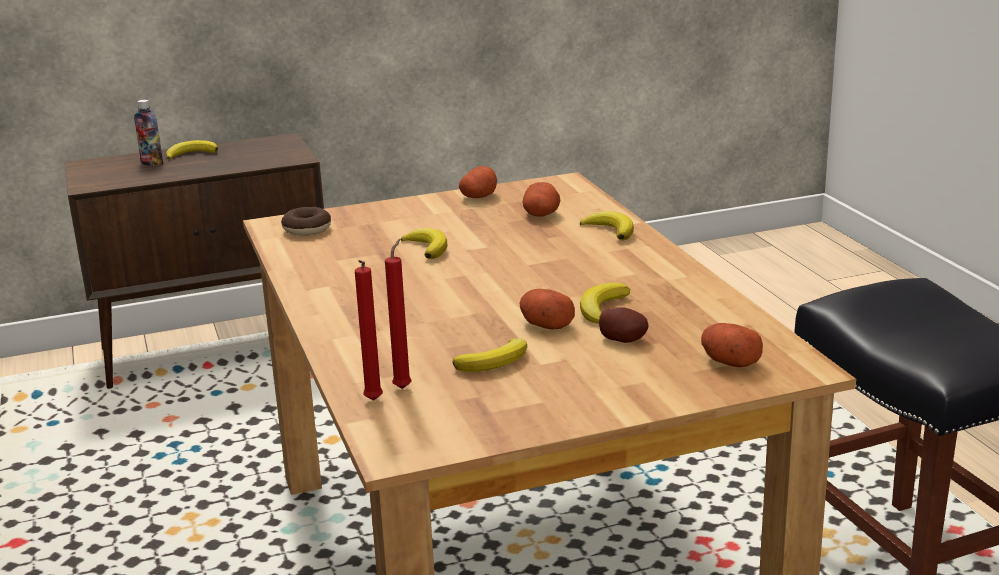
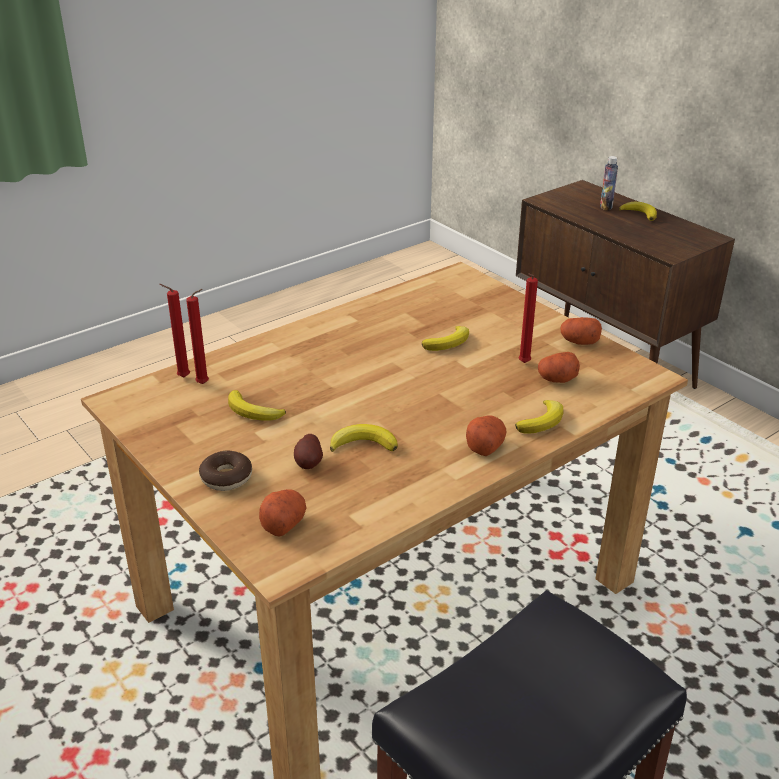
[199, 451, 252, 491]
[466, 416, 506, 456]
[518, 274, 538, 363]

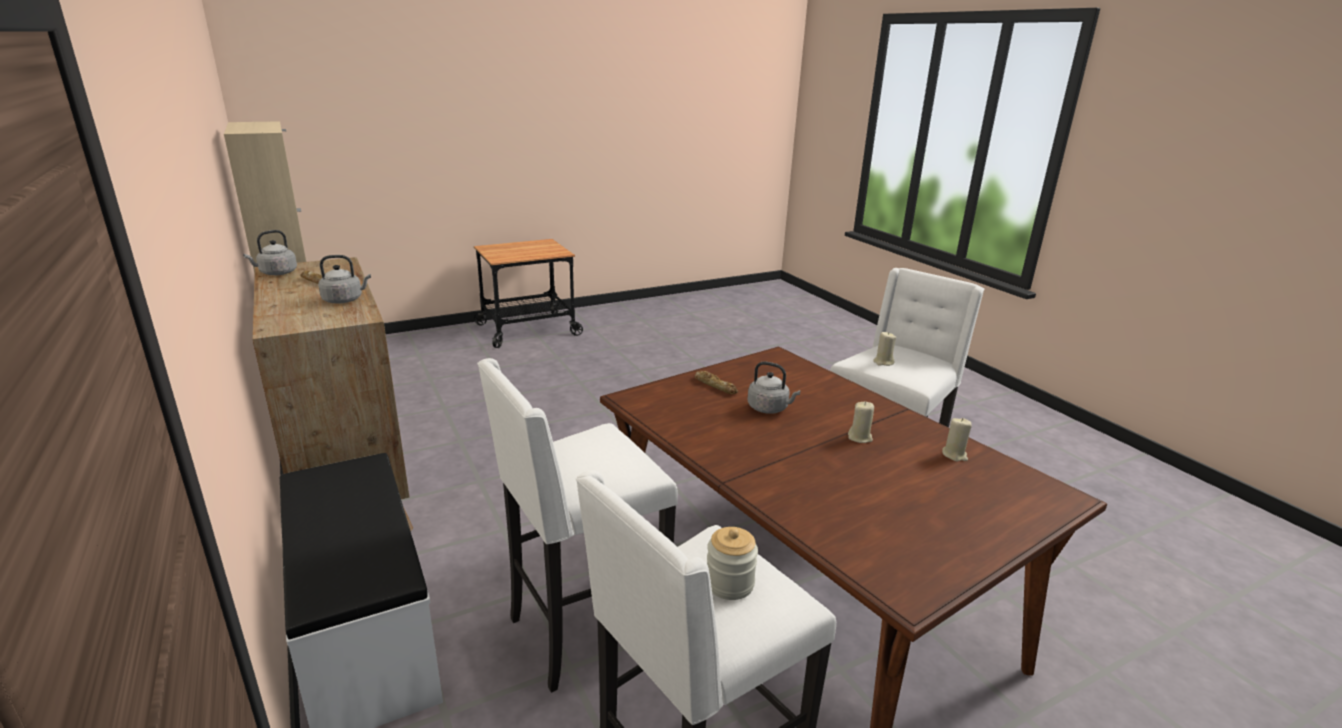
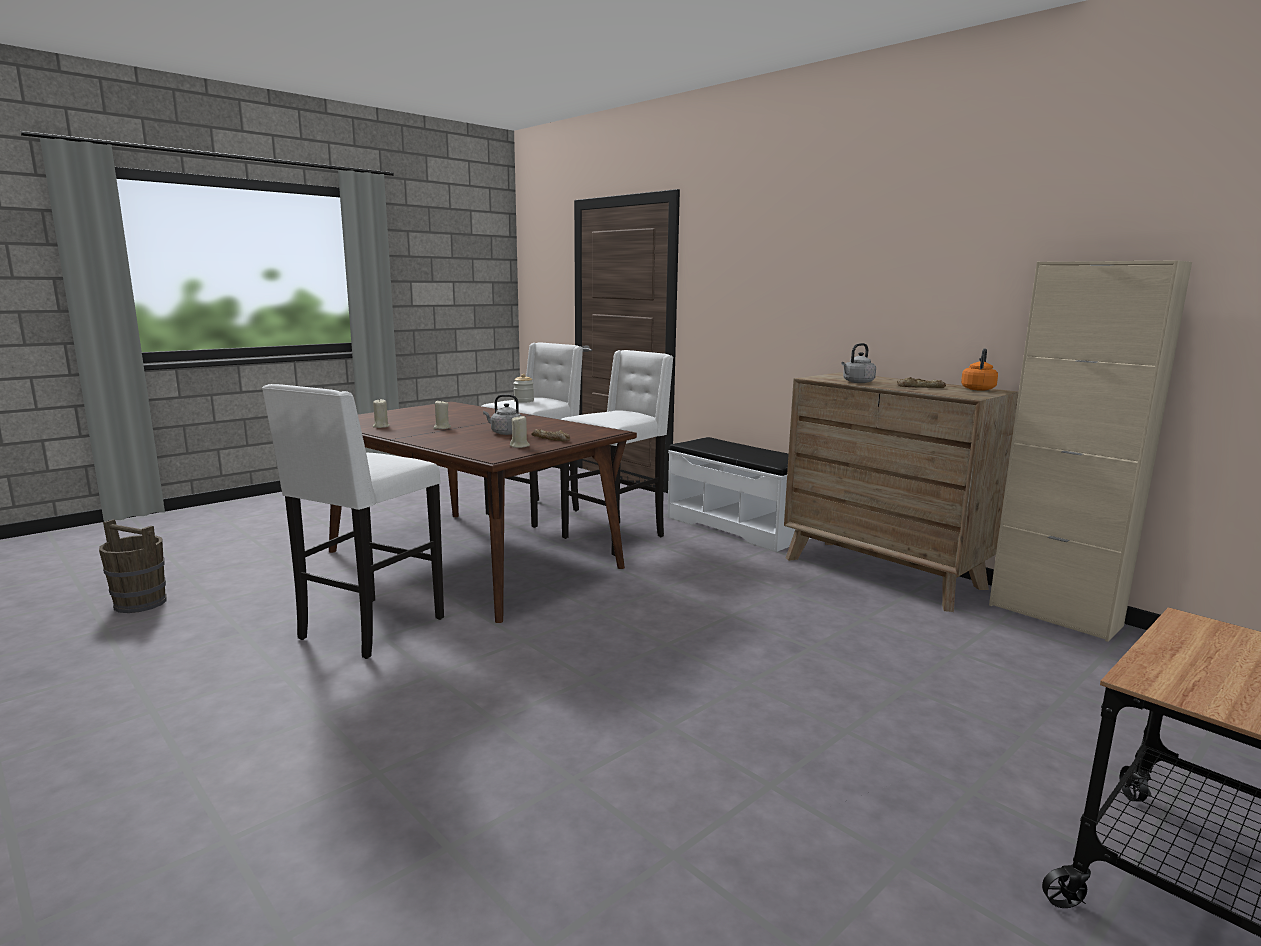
[99, 519, 167, 613]
[510, 416, 530, 448]
[961, 348, 998, 391]

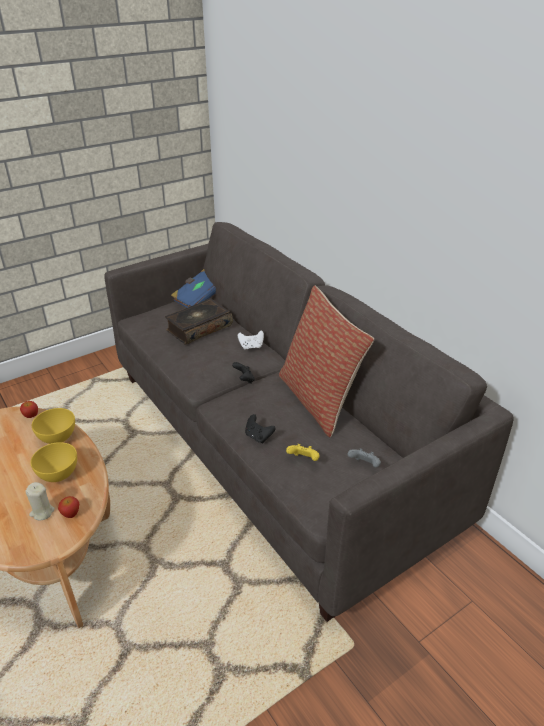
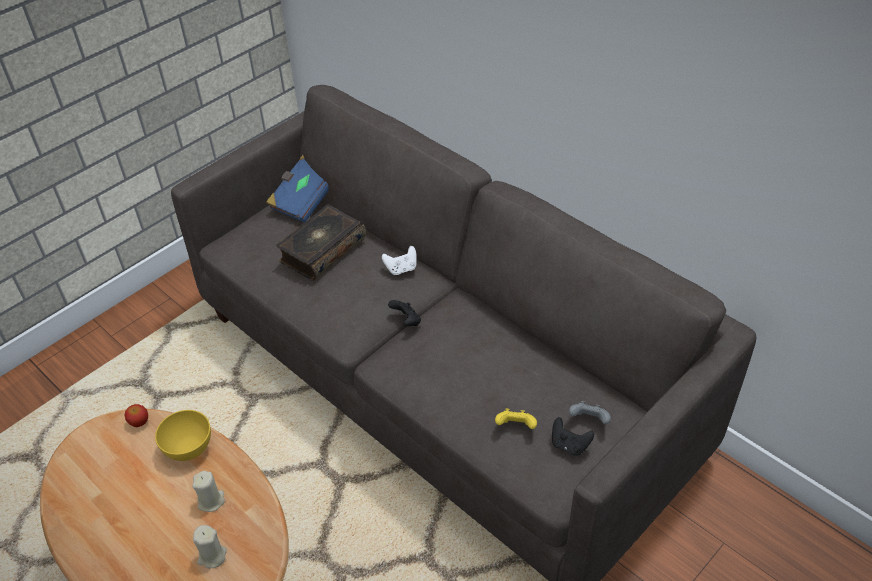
[192, 471, 225, 512]
[552, 417, 594, 456]
[58, 496, 79, 518] (first image)
[279, 285, 374, 437] (first image)

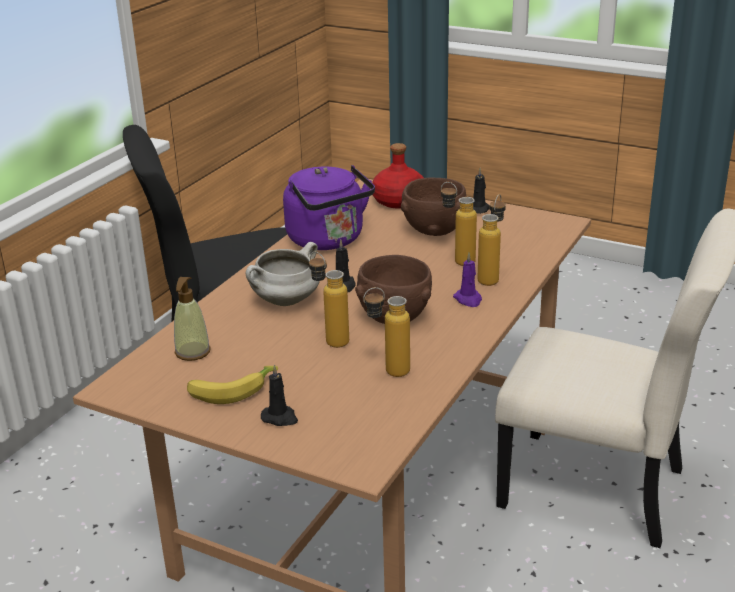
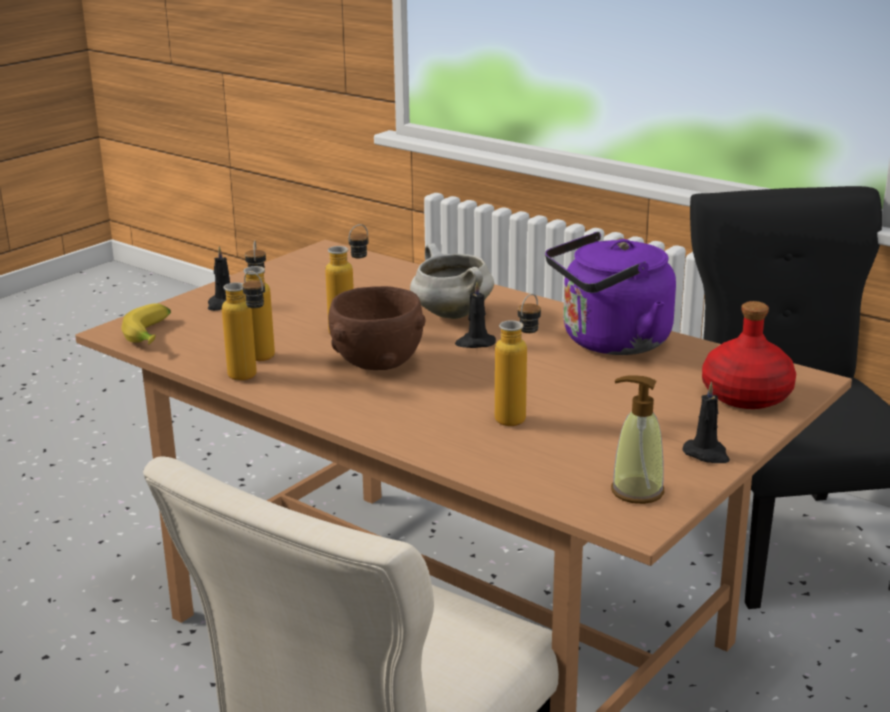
[121, 303, 171, 344]
[222, 271, 265, 381]
[611, 375, 665, 504]
[401, 177, 467, 236] (first image)
[453, 253, 482, 307] (first image)

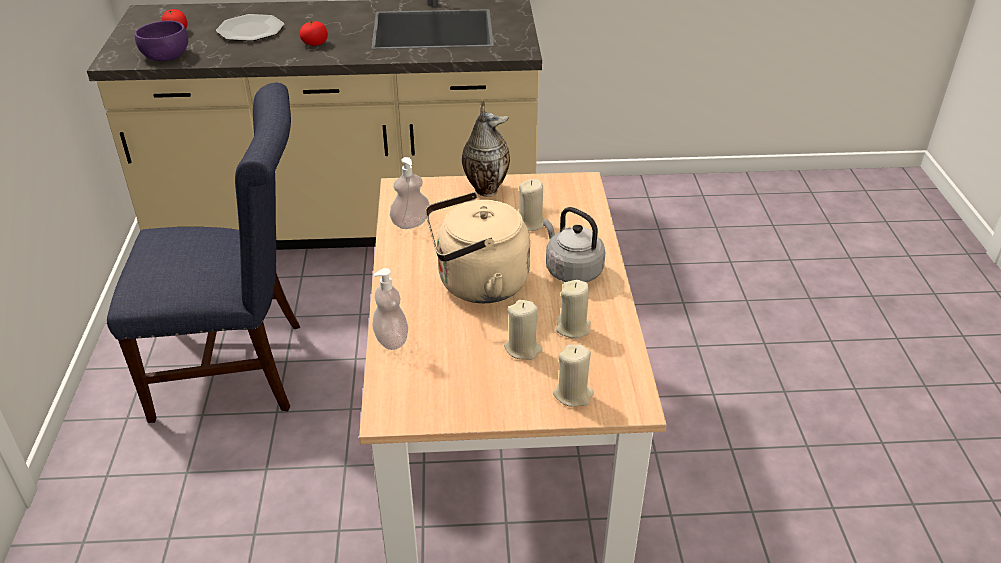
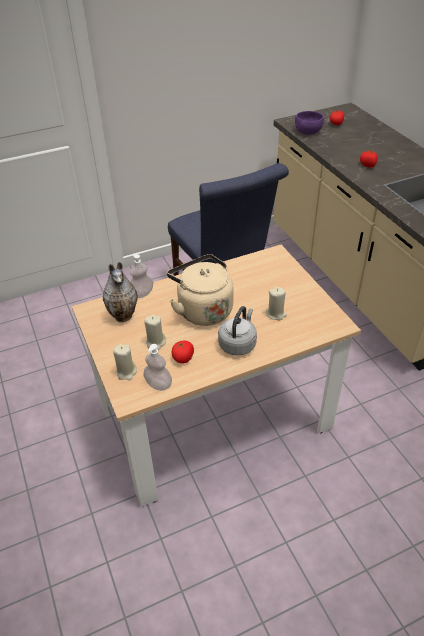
[103, 262, 138, 322]
[143, 344, 172, 391]
[172, 340, 194, 363]
[216, 14, 284, 41] (first image)

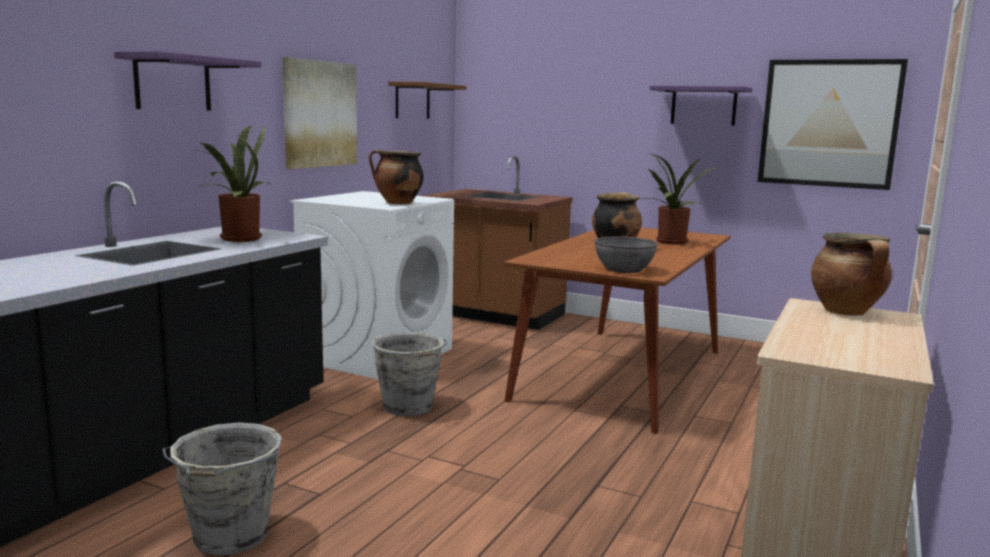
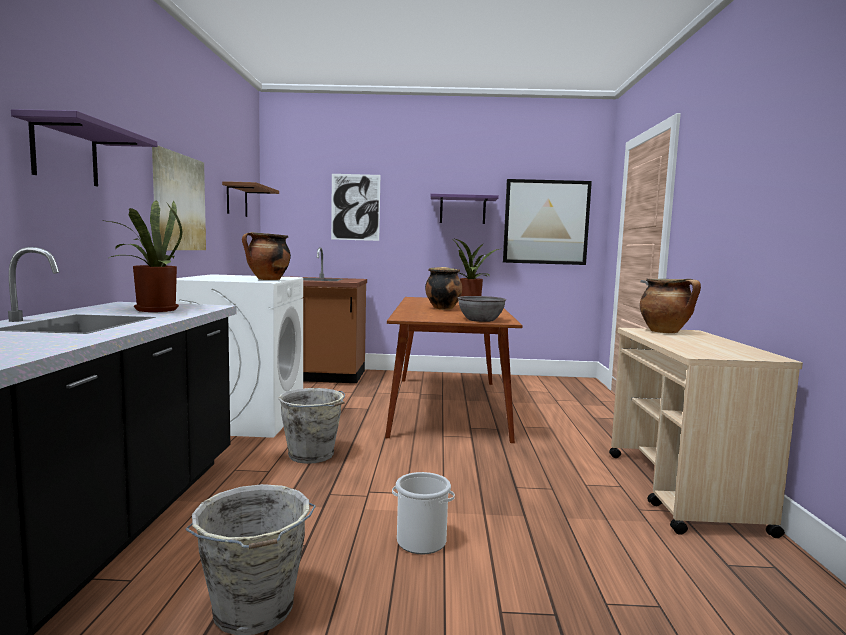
[331, 174, 380, 241]
[392, 472, 455, 554]

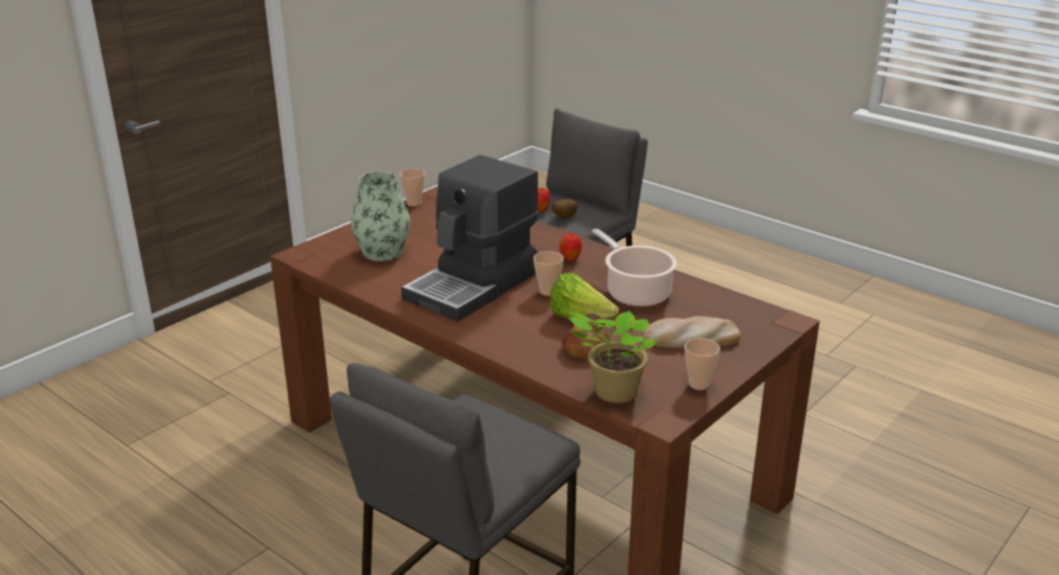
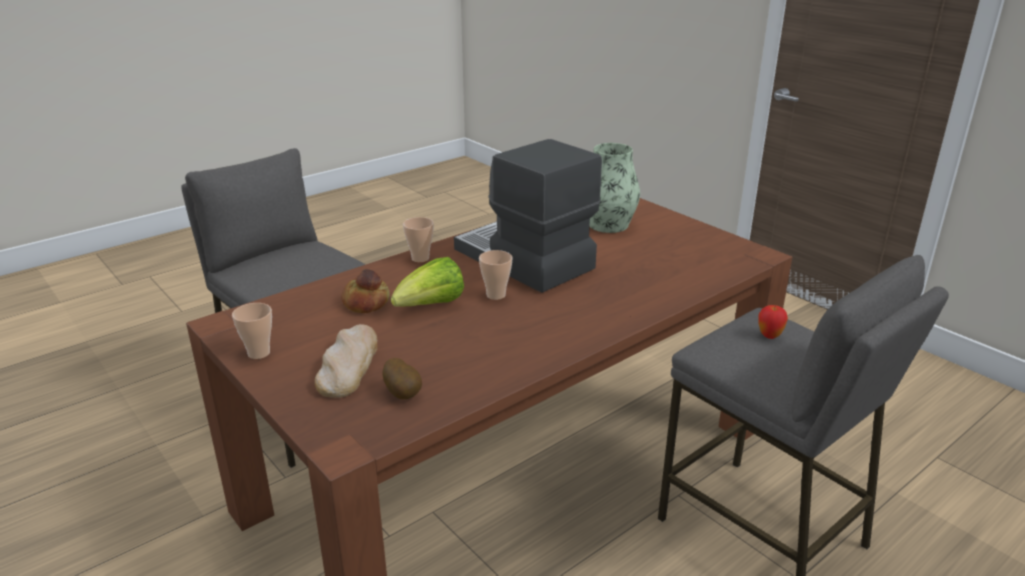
[383, 358, 422, 400]
[403, 217, 434, 263]
[559, 233, 582, 262] (first image)
[569, 311, 656, 403] (first image)
[592, 229, 677, 306] (first image)

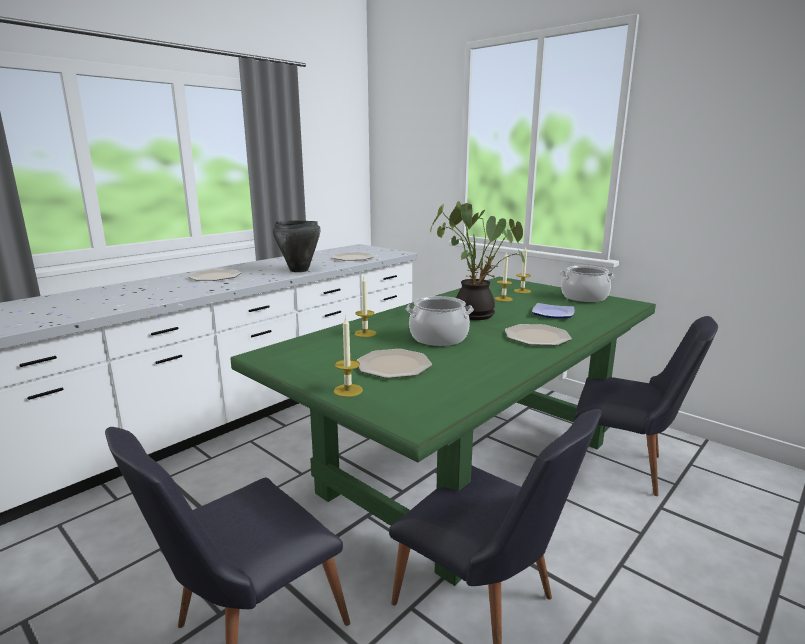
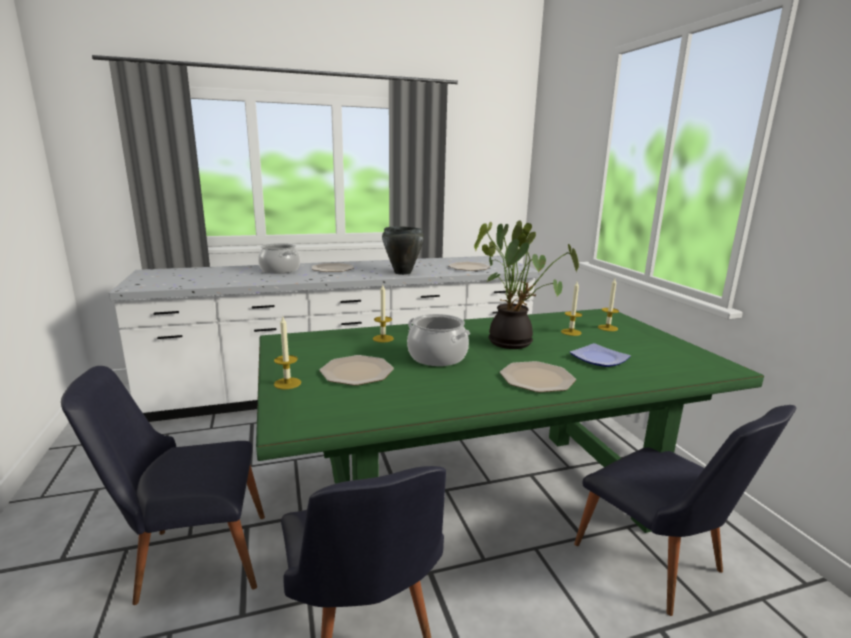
[258, 243, 300, 273]

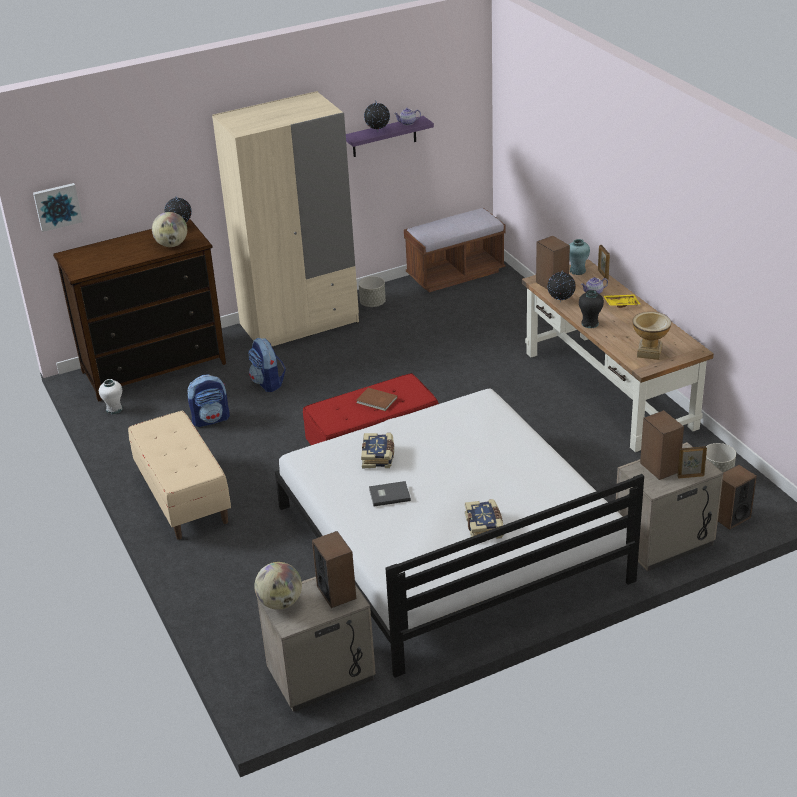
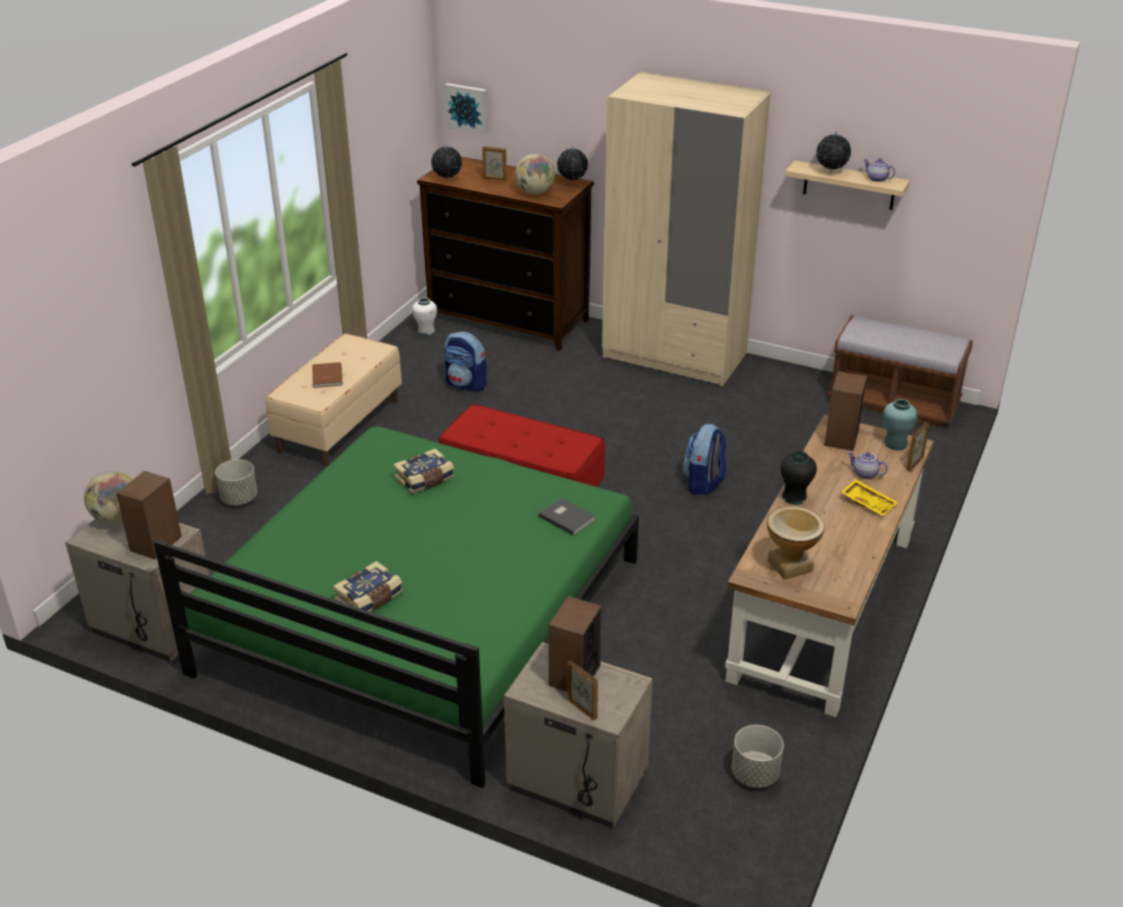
[154, 426, 639, 788]
[215, 459, 258, 505]
[312, 362, 342, 388]
[431, 147, 462, 180]
[482, 147, 507, 180]
[539, 498, 595, 535]
[683, 424, 727, 495]
[785, 160, 910, 210]
[718, 465, 757, 530] (first image)

